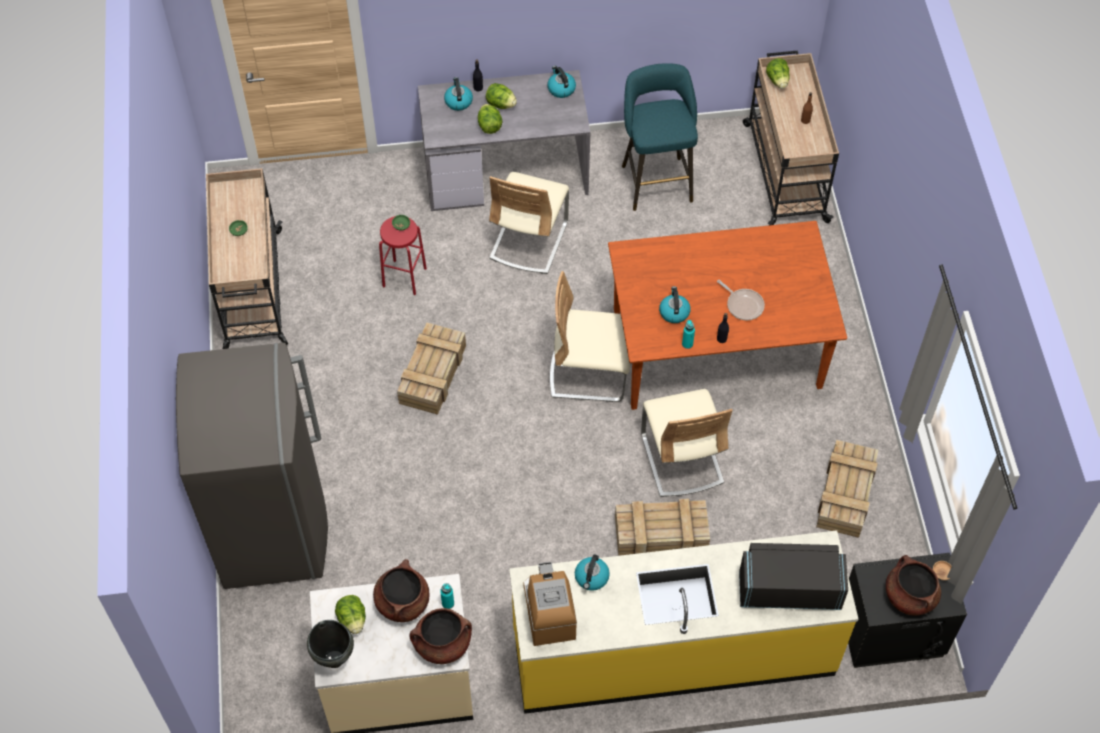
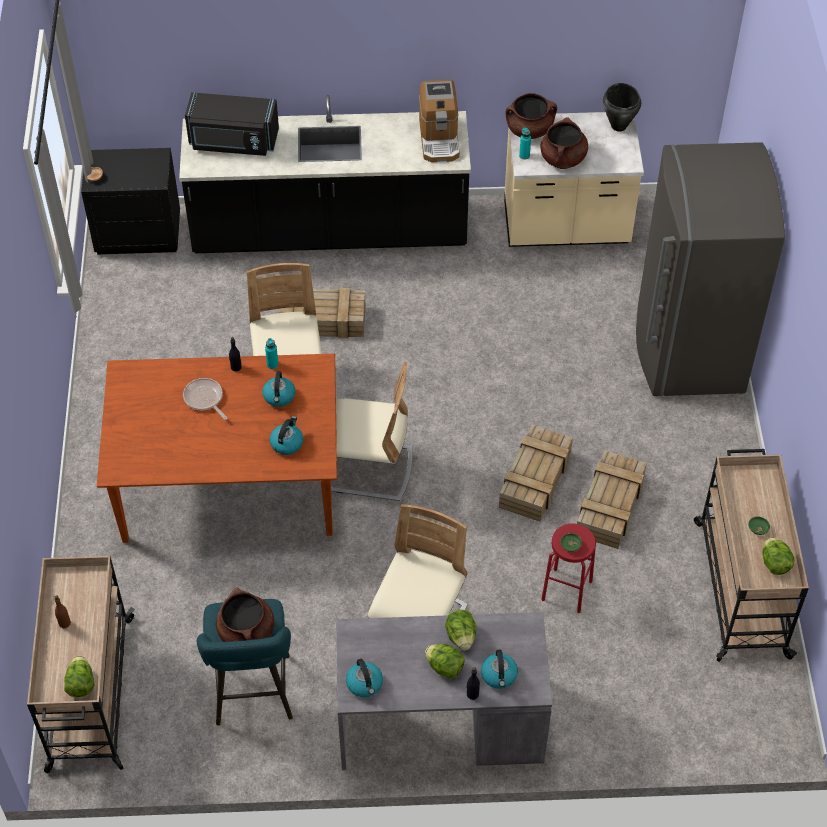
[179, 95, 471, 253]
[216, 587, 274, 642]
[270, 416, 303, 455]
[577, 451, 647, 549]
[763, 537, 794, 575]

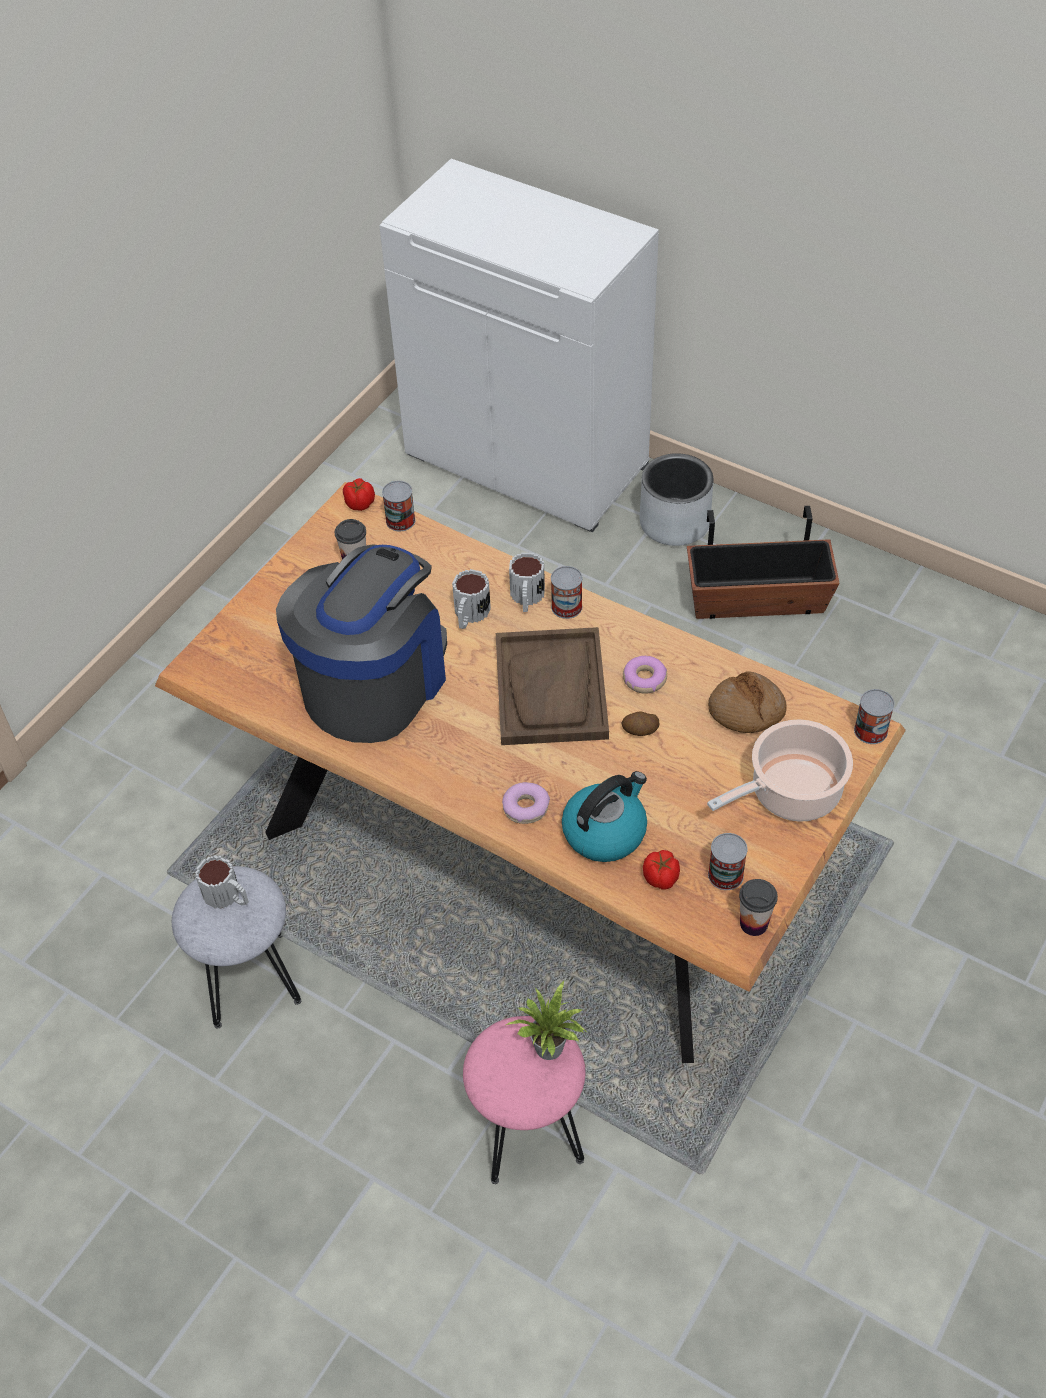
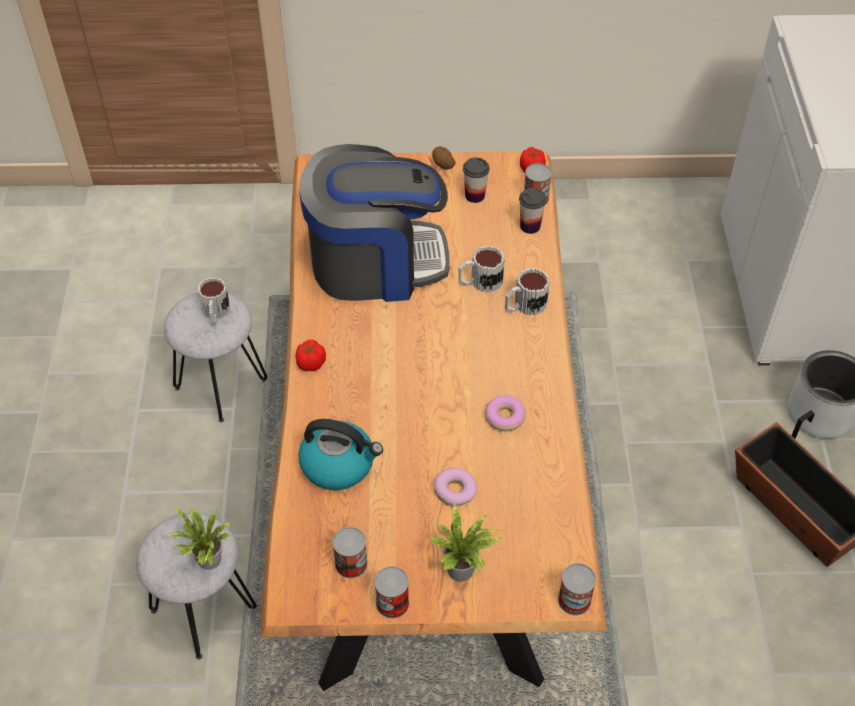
[136, 513, 257, 660]
[296, 340, 326, 371]
[374, 566, 409, 619]
[429, 503, 504, 582]
[432, 146, 455, 169]
[434, 468, 477, 507]
[519, 188, 547, 234]
[496, 627, 609, 745] (first image)
[708, 671, 787, 733] (first image)

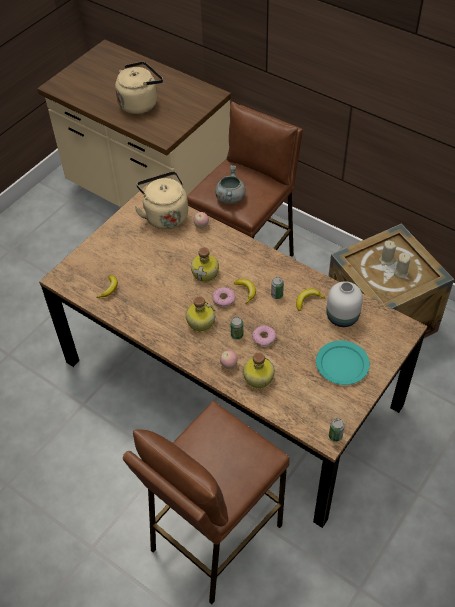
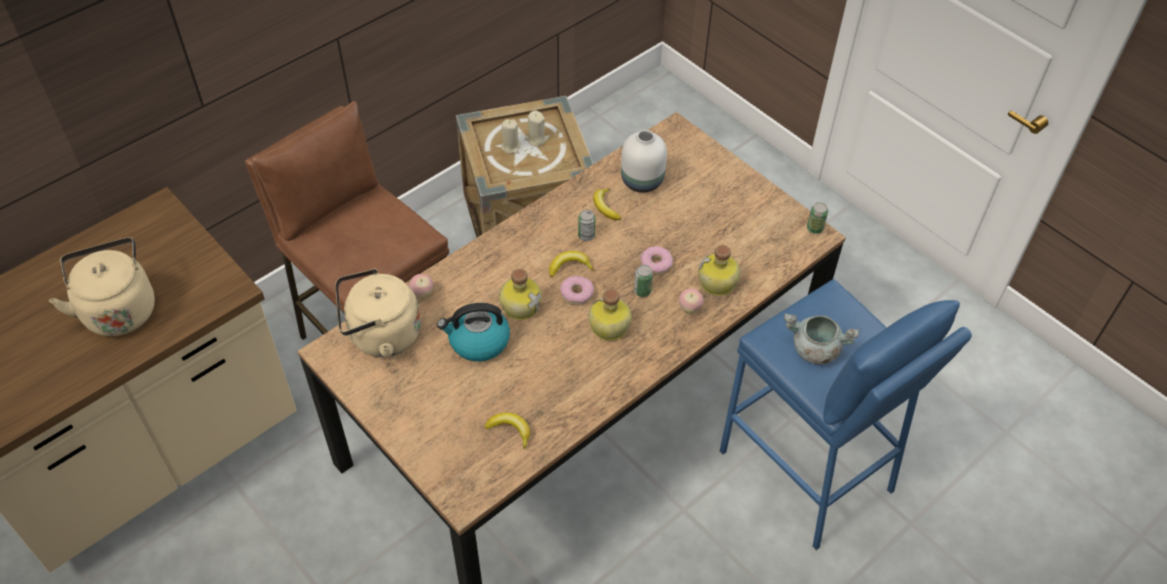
[437, 303, 510, 362]
[720, 279, 972, 550]
[784, 313, 860, 364]
[316, 340, 370, 385] (first image)

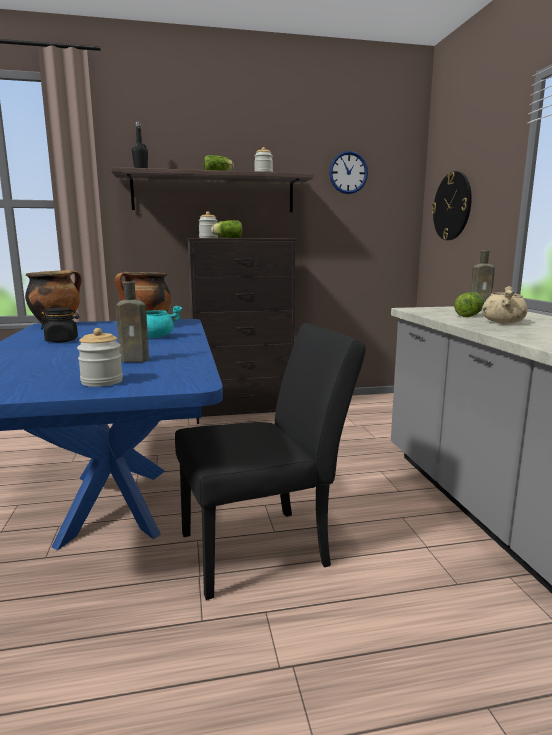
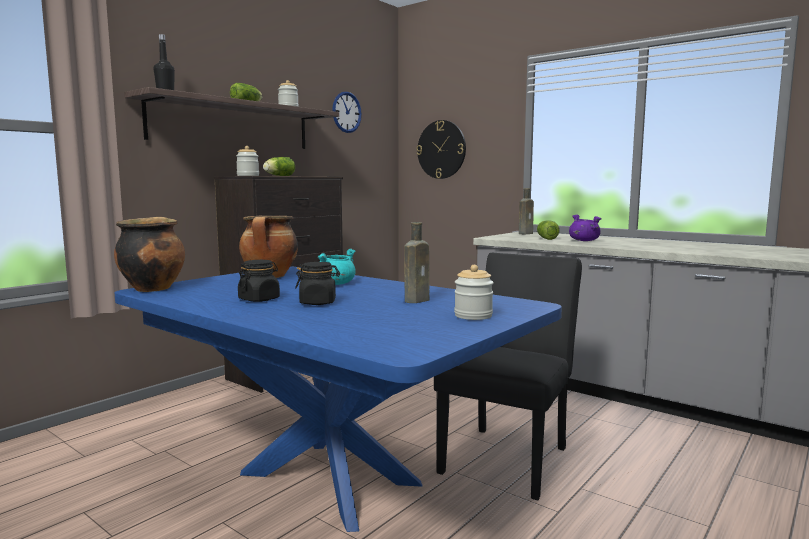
[295, 262, 340, 305]
[569, 214, 602, 241]

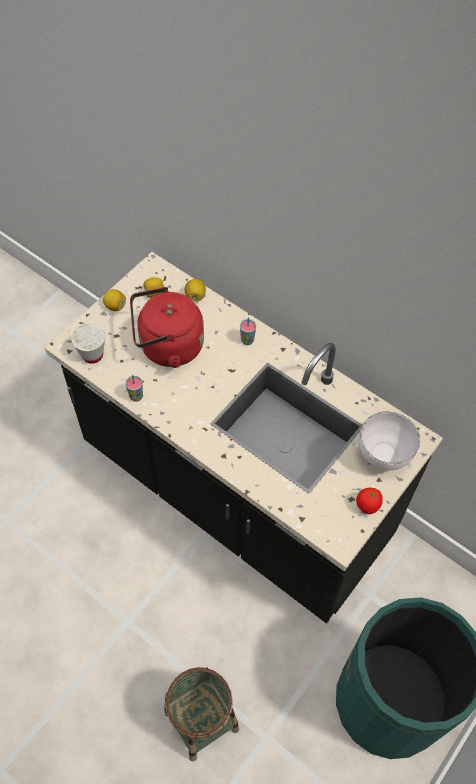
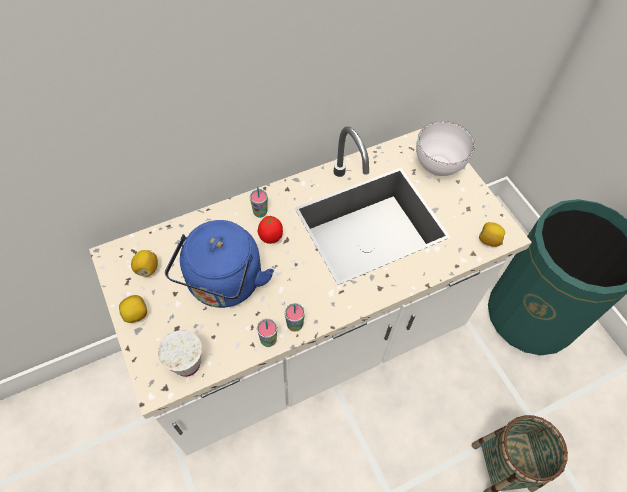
[89, 126, 532, 455]
[165, 220, 274, 308]
[258, 216, 283, 244]
[285, 303, 305, 332]
[479, 222, 505, 247]

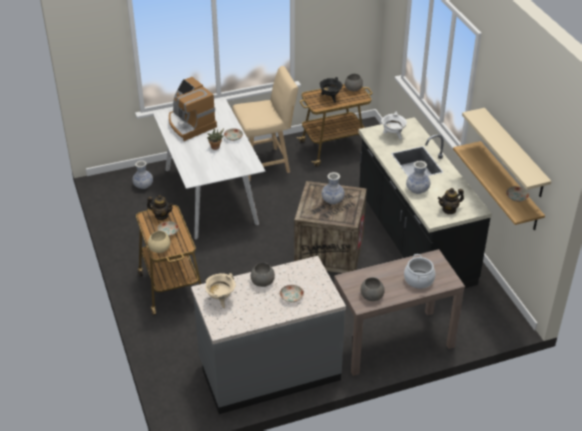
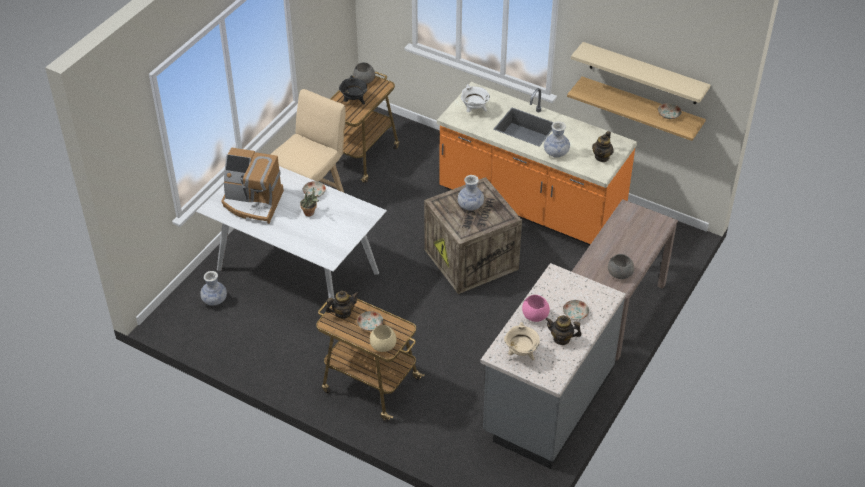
[437, 82, 637, 245]
[522, 295, 550, 322]
[545, 315, 582, 345]
[404, 254, 435, 289] (first image)

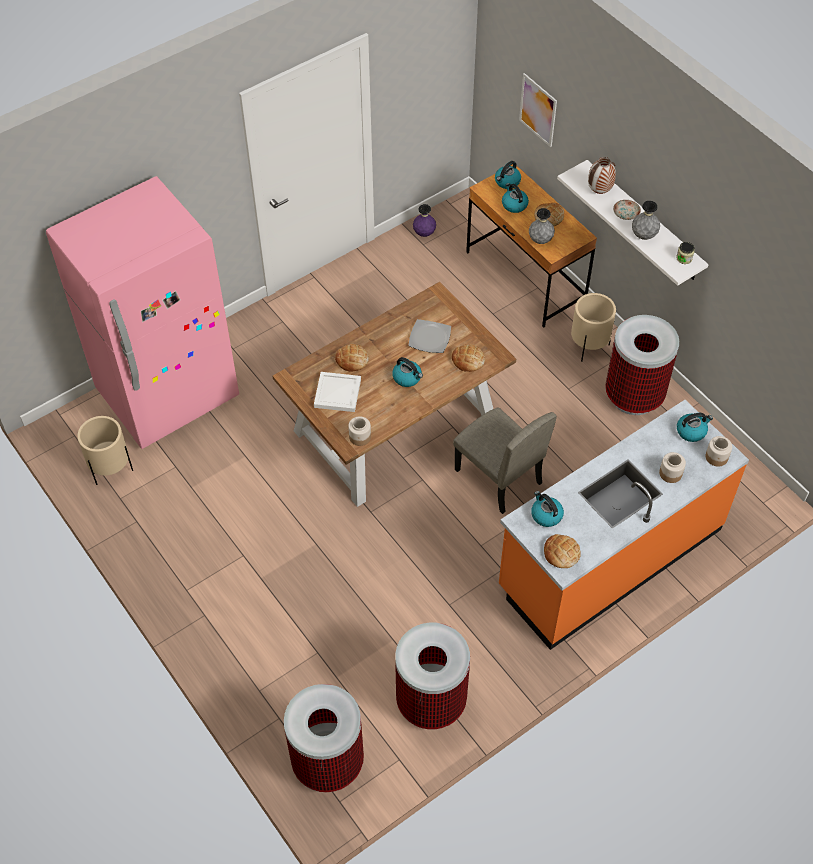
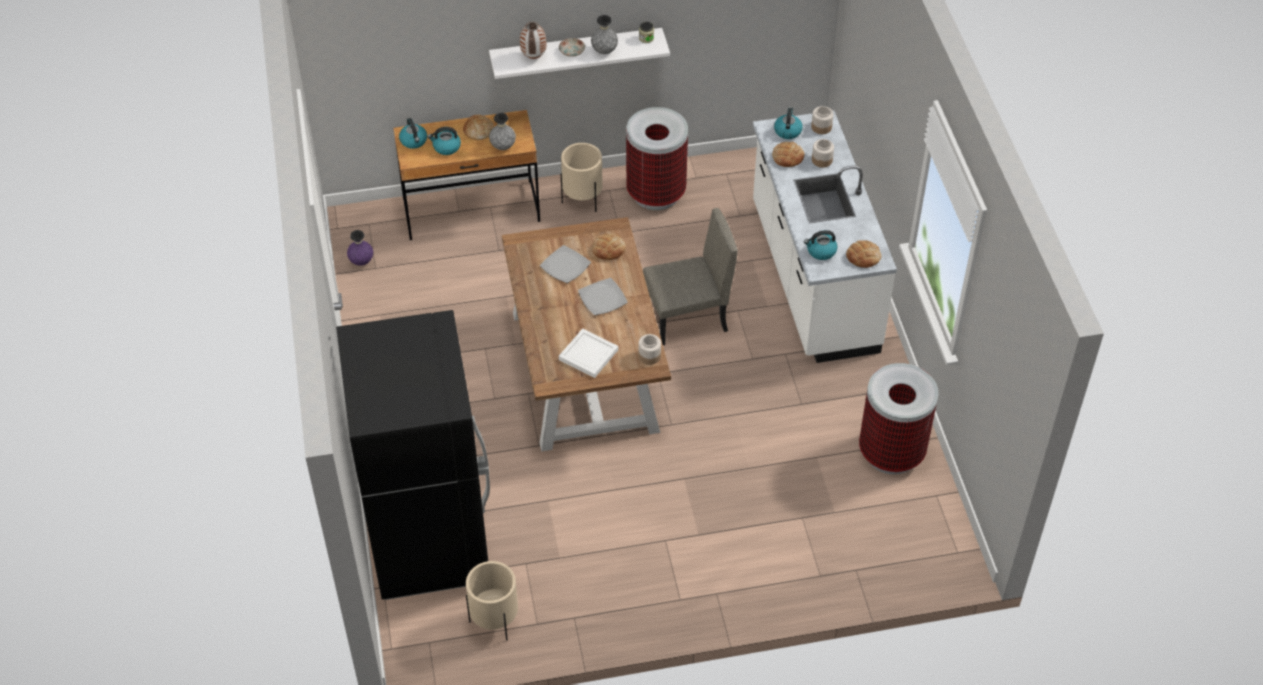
[336, 310, 490, 600]
[578, 278, 628, 315]
[753, 111, 897, 363]
[772, 142, 804, 167]
[284, 684, 364, 792] (first image)
[519, 73, 557, 147] (first image)

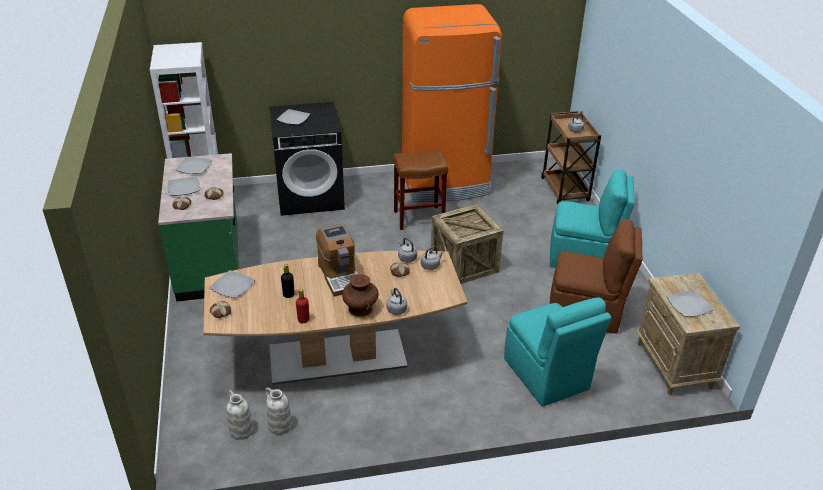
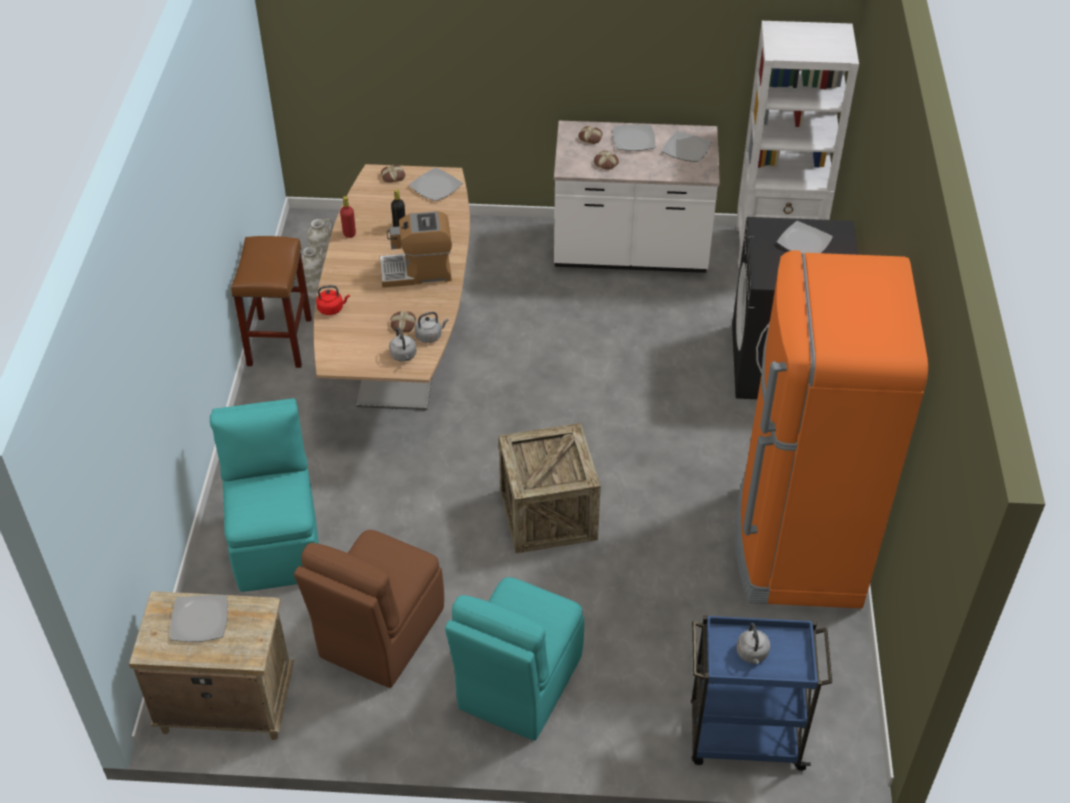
[210, 398, 319, 592]
[231, 236, 312, 368]
[316, 285, 350, 315]
[554, 121, 720, 273]
[691, 615, 832, 771]
[342, 274, 379, 317] (first image)

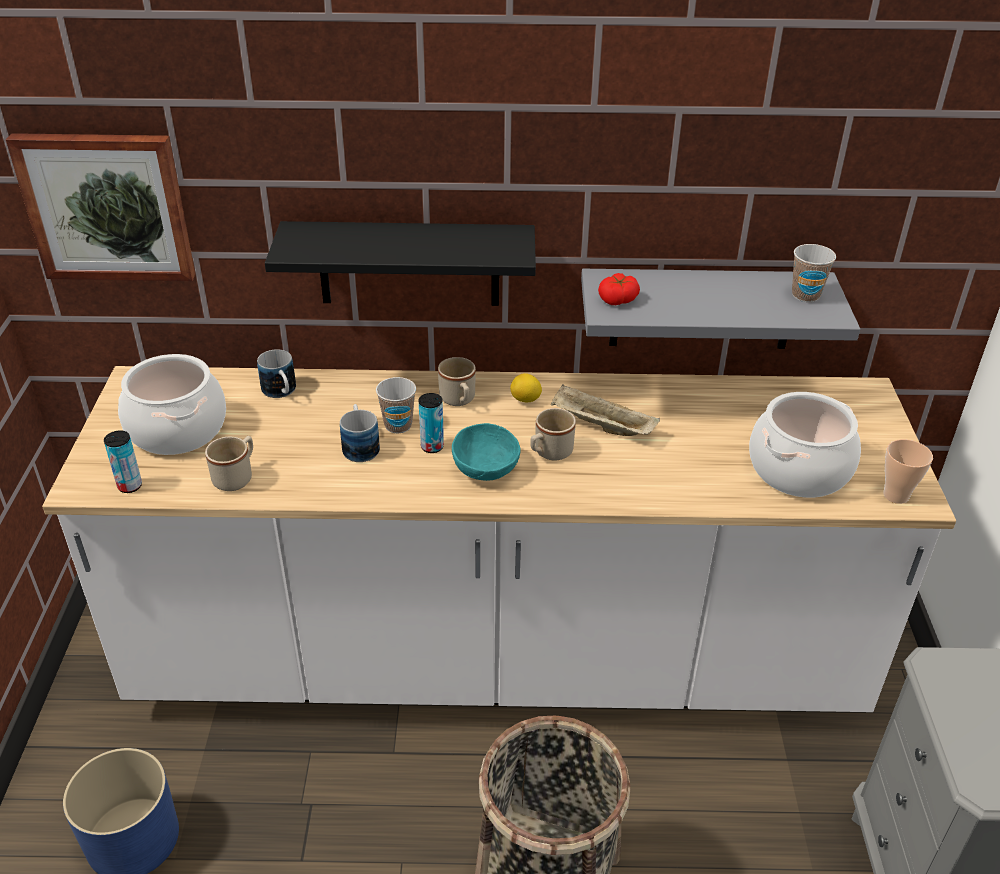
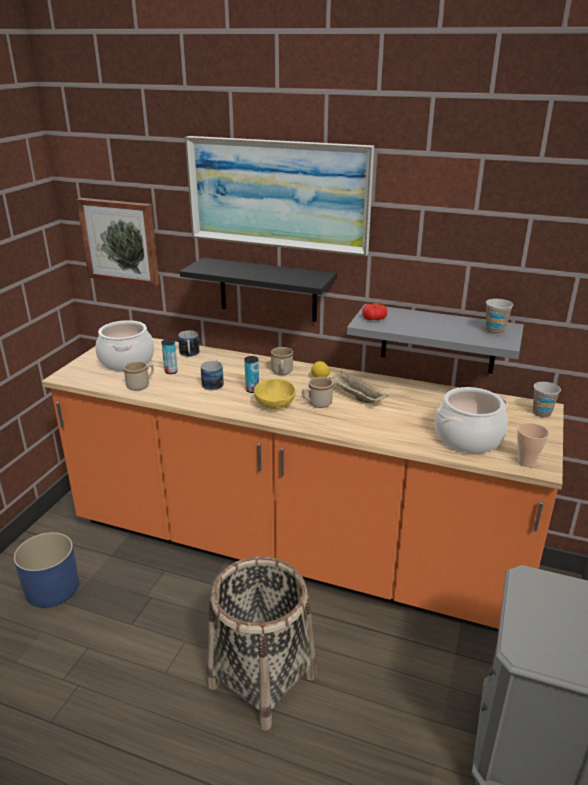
[42, 338, 564, 632]
[162, 339, 178, 374]
[185, 136, 374, 256]
[254, 379, 296, 409]
[533, 382, 561, 418]

